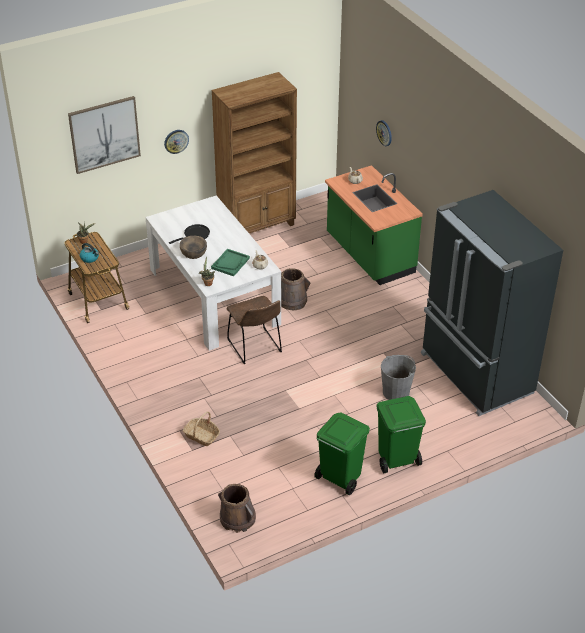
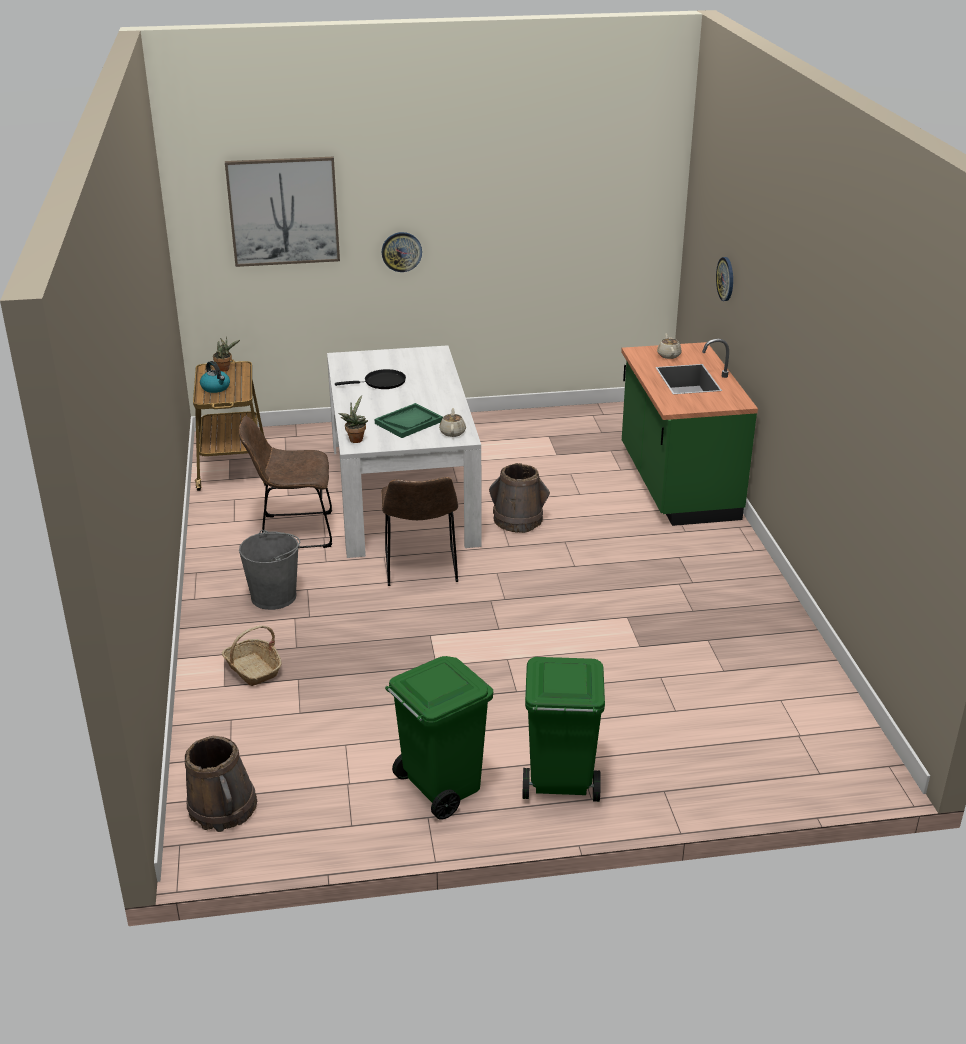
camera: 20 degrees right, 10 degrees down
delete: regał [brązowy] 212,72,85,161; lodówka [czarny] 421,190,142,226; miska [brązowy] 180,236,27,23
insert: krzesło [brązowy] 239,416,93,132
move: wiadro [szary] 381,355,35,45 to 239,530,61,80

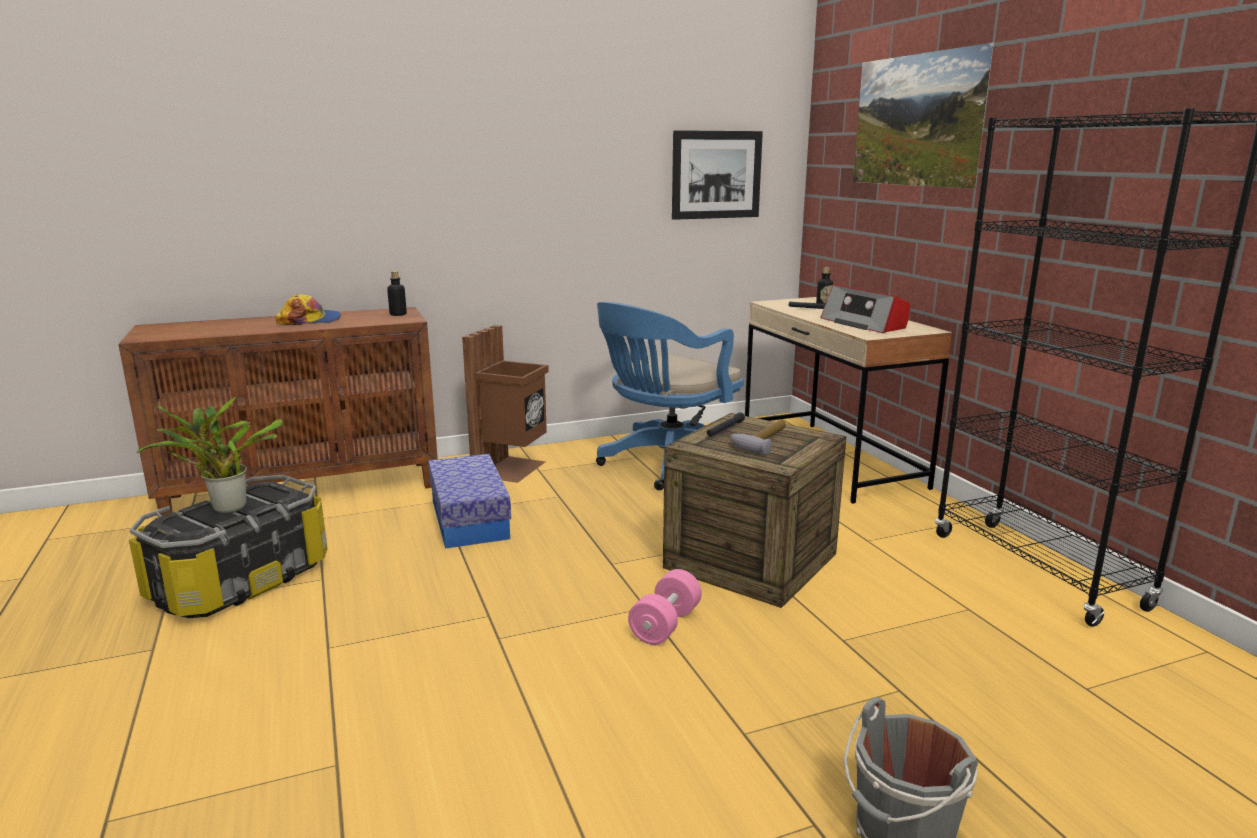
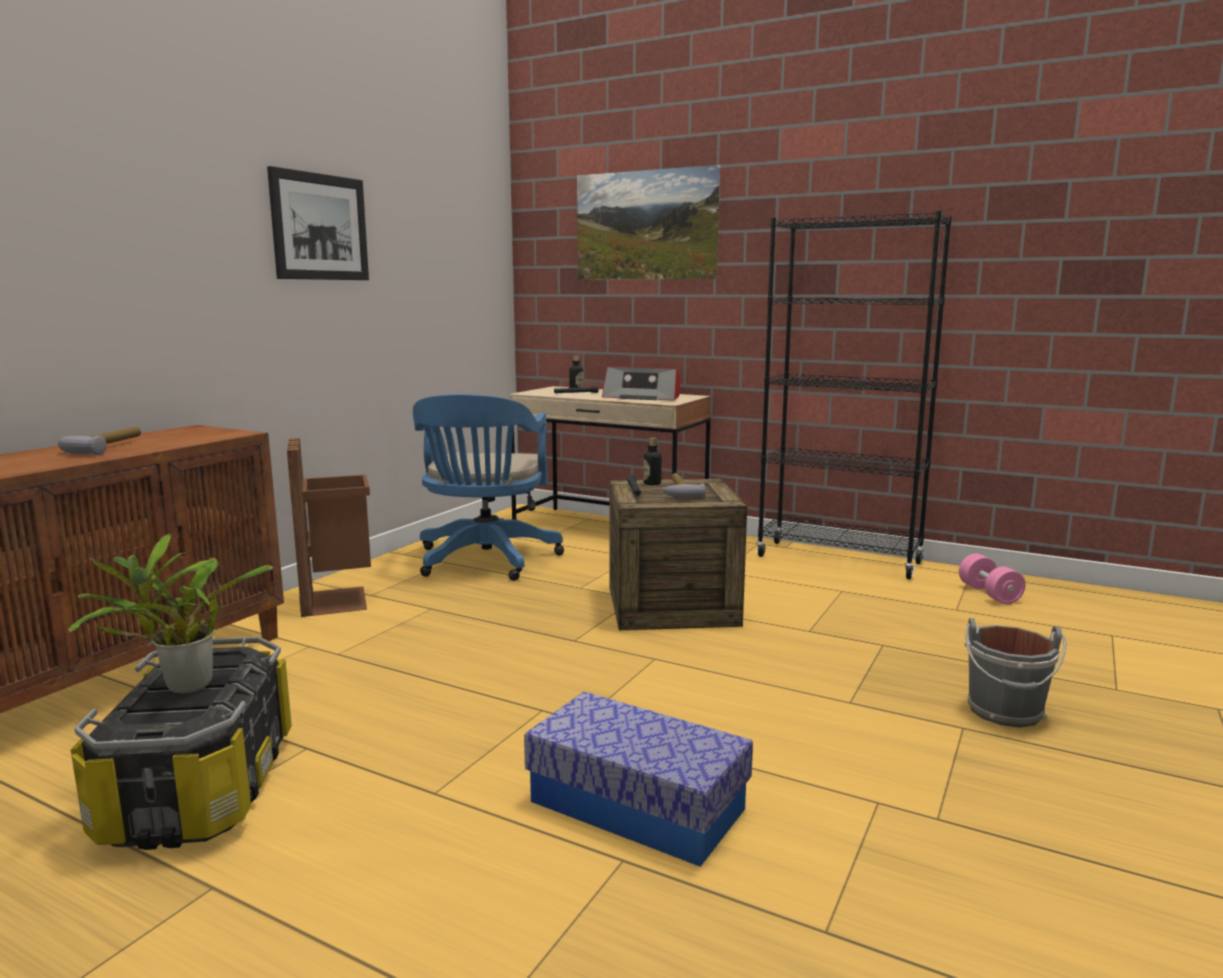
camera: 40 degrees left, 5 degrees down
move: obraz 672,130,91,90 to 267,166,102,114; butelka 387,271,20,45 to 643,438,19,47; pojemnik do przechowywania 428,454,83,95 to 524,691,229,176; hantel [różowy] 628,569,74,76 to 959,553,66,51
replace: czapka z daszkiem 275,294,66,31 to młotek 58,426,83,29

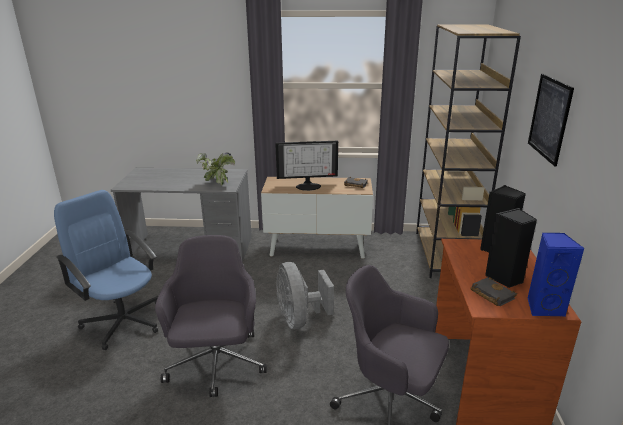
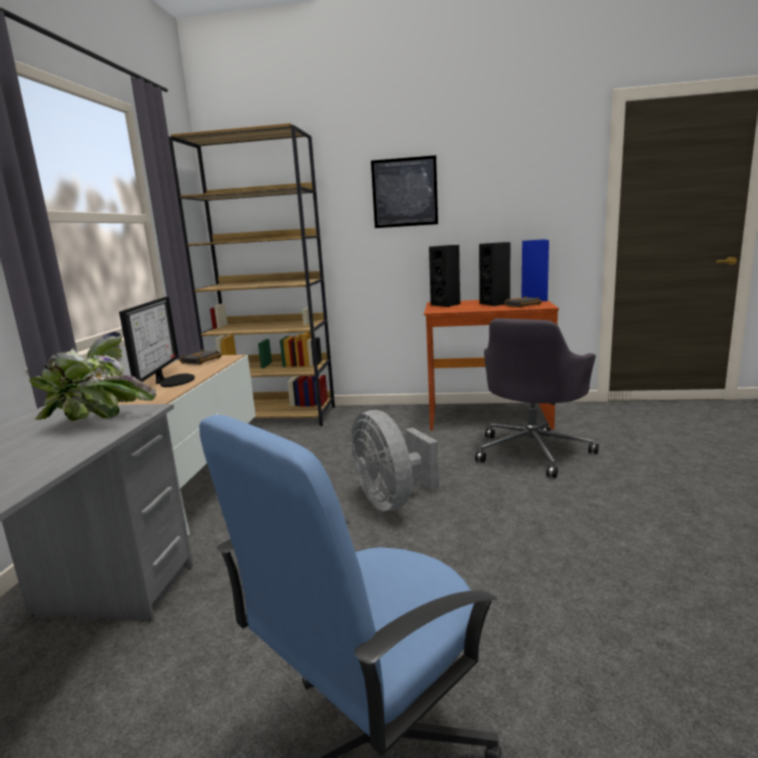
camera: 85 degrees left, 10 degrees down
delete: krzesło biurowe [szary] 155,235,112,162
rotate: wentylator [szary] 276,262,58,67 = 351,410,88,101 75 degrees clockwise

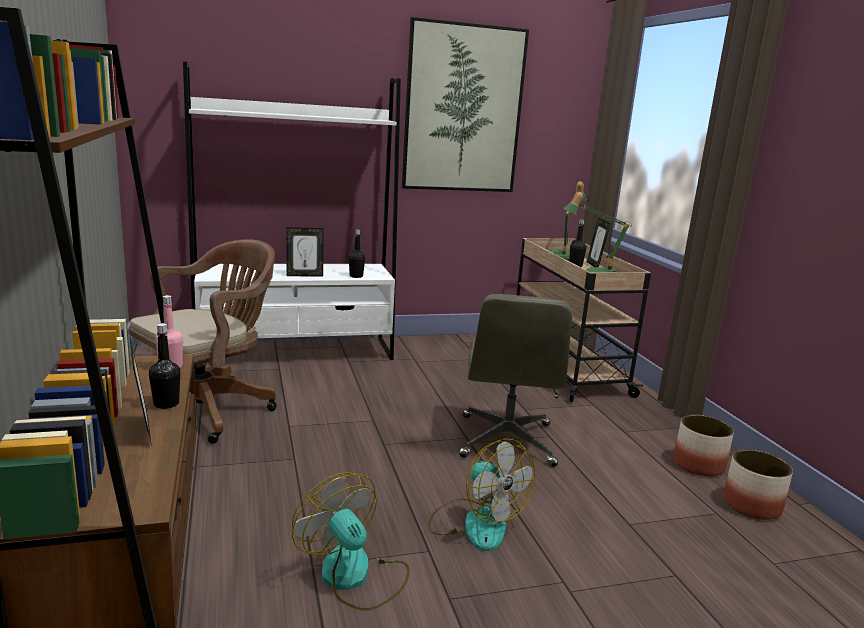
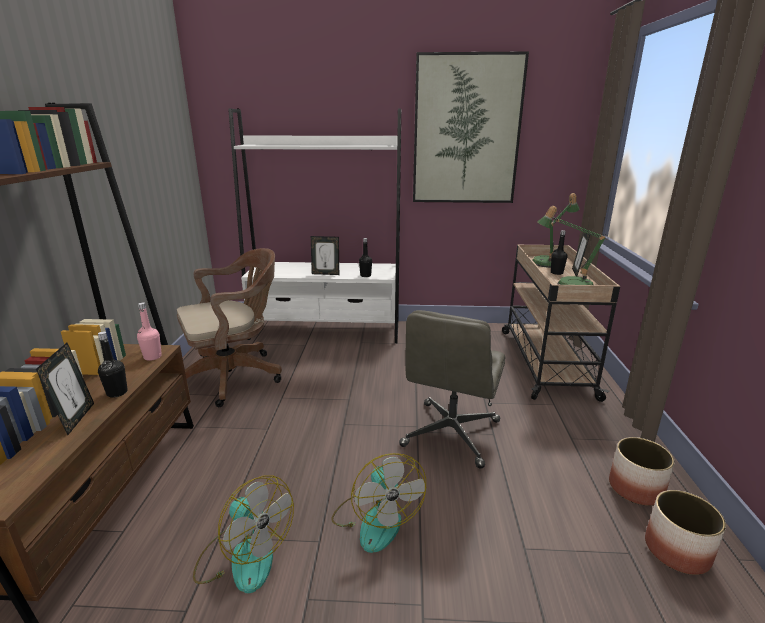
camera: 20 degrees right, 5 degrees up
rotate: wentylator 292,472,118,139 = 193,475,101,118 150 degrees clockwise

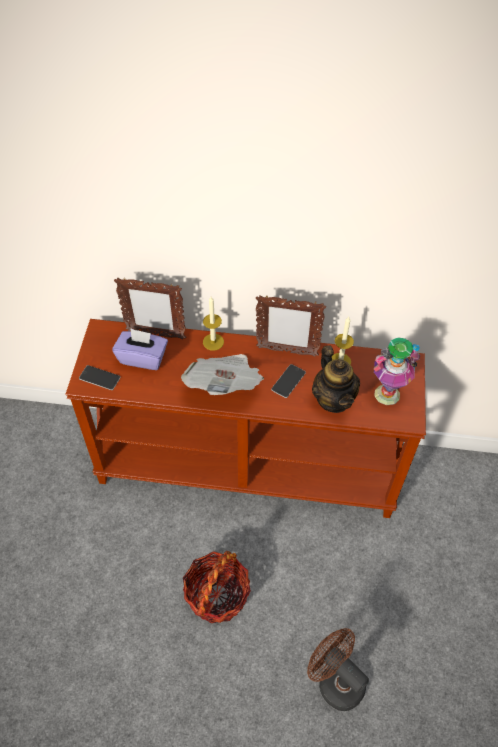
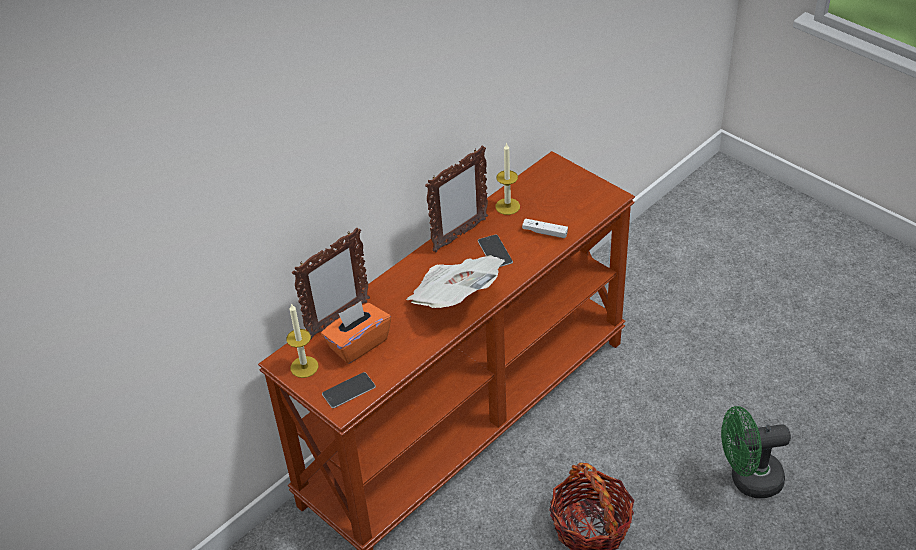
camera: 50 degrees left, 10 degrees down
delete: wazon 374,338,46,67
move: świeca 203,297,21,54 to 286,303,32,75
replace: imbryk 312,345,48,68 to pad do gier [biały] 522,218,46,20
recolor: pudełko chusteczek [fioletowy] 112,328,56,42 to pudełko chusteczek [pomarańczowy] 321,301,70,63; wentylator [brązowy] 307,628,62,83 to wentylator [zielony] 721,406,70,92

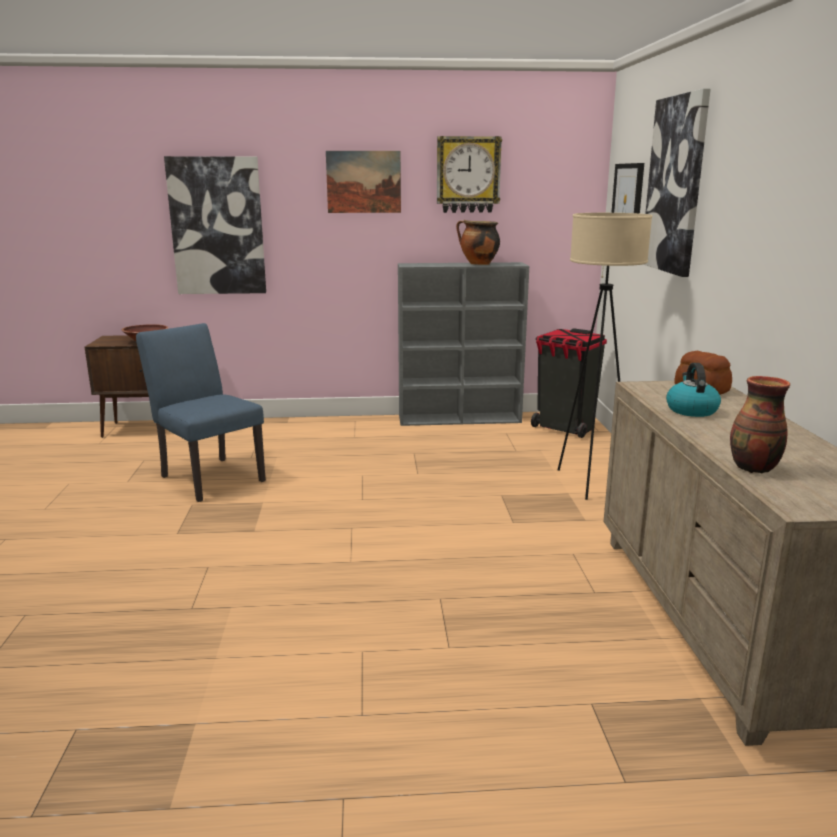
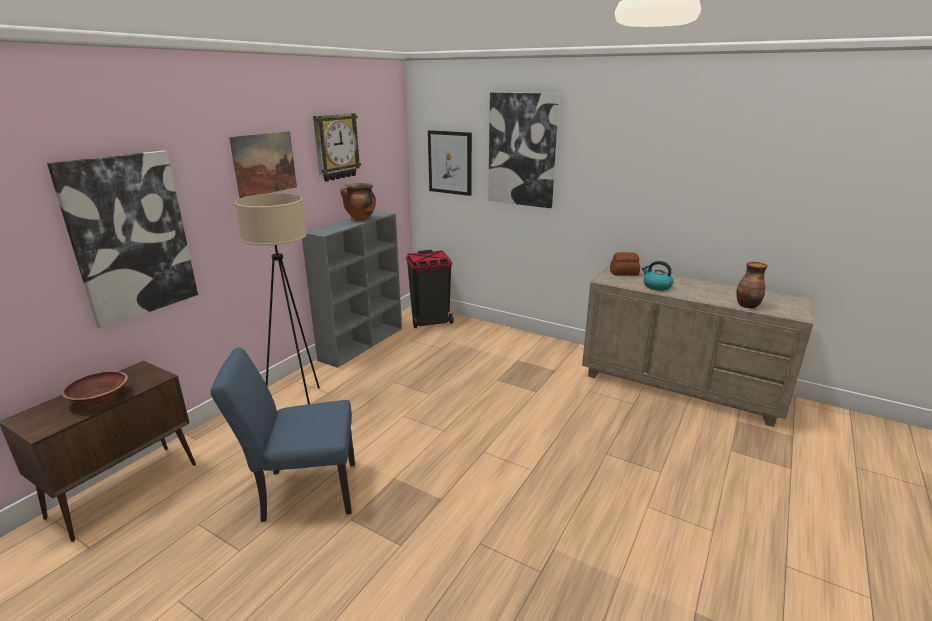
camera: 55 degrees left, 5 degrees up
move: lampa stojąca [beżowy] 558,213,94,287 to 235,193,85,211

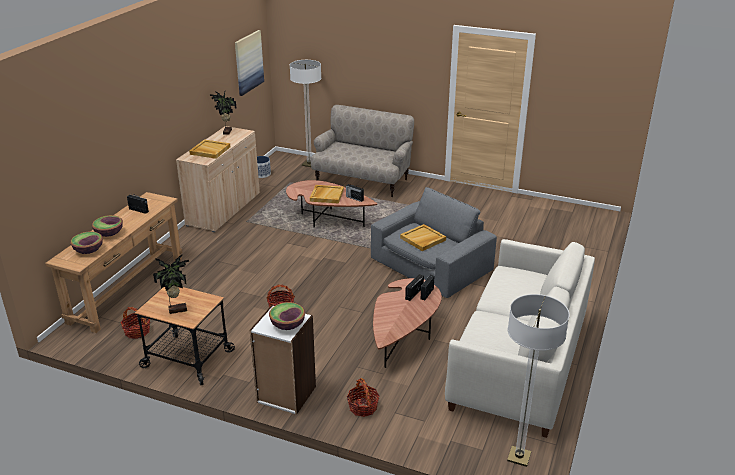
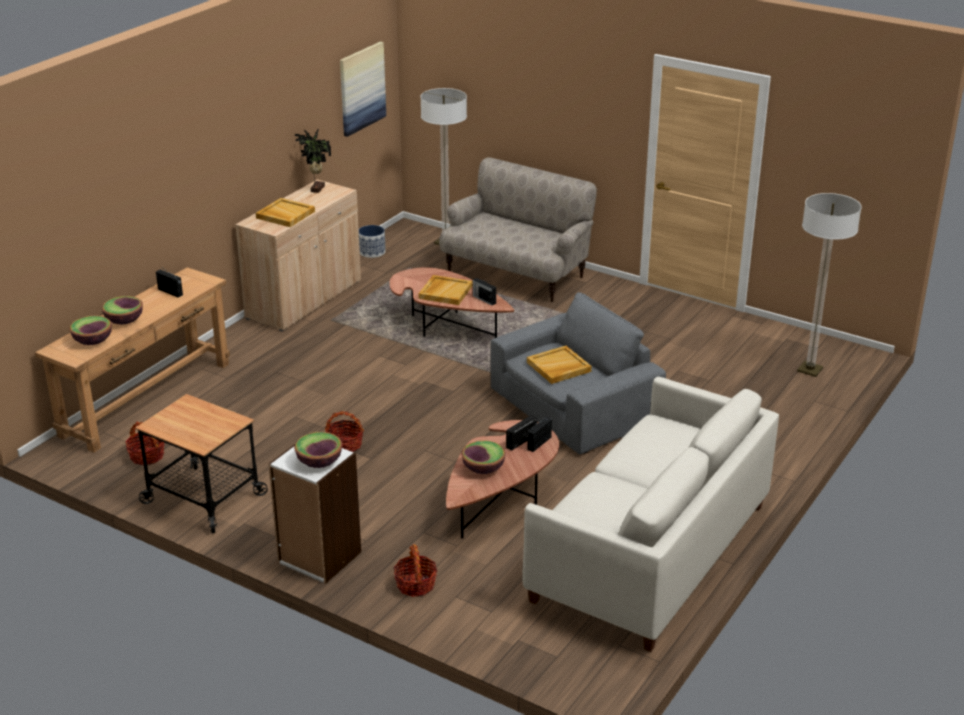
camera: 10 degrees right, 0 degrees up
delete: roślina doniczkowa 153,254,36,60
insert: miska 461,440,45,34
move: lampa stojąca 507,294,63,173 to 797,193,65,184

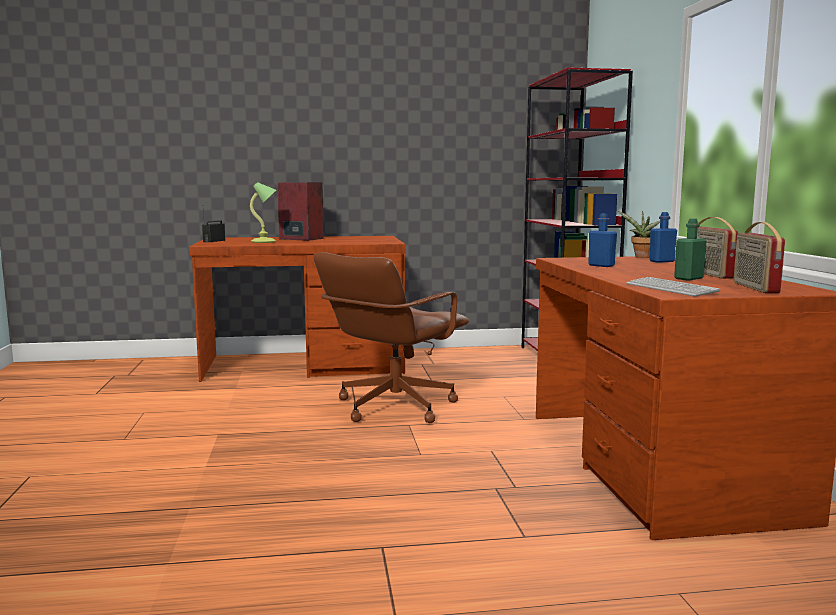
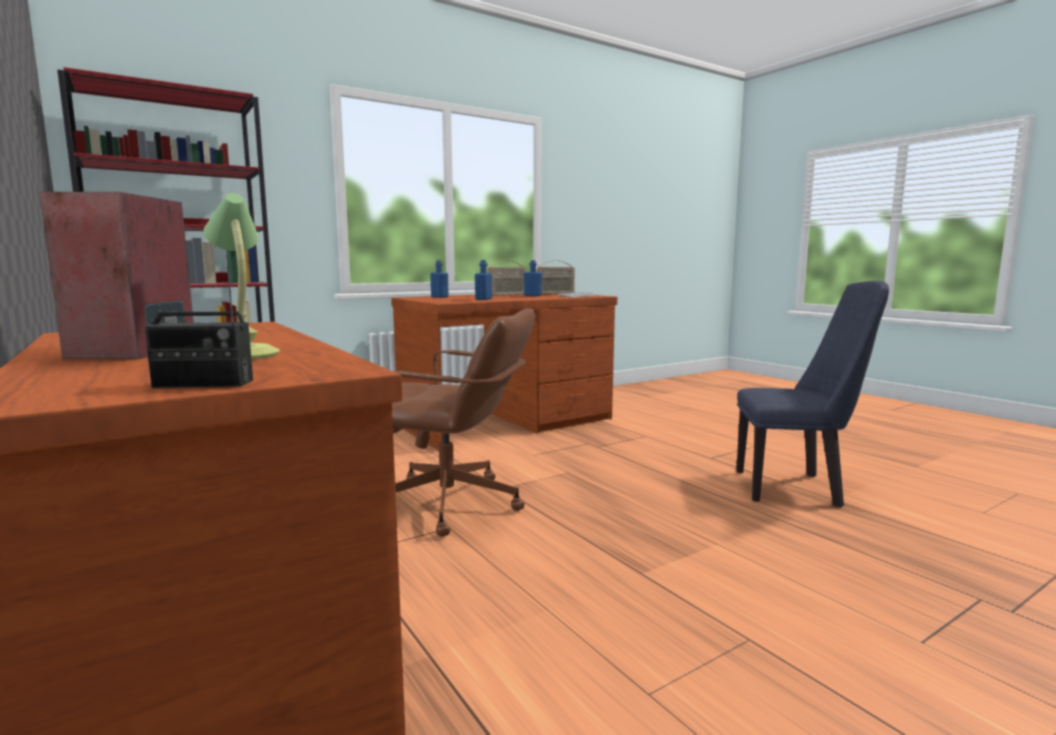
camera: 115 degrees left, 0 degrees up
delete: roślina doniczkowa 618,211,42,47
insert: krzesło [niebieski] 736,281,153,227
recolor: butelka [zielony] 674,218,32,63 to butelka [niebieski] 524,260,18,36

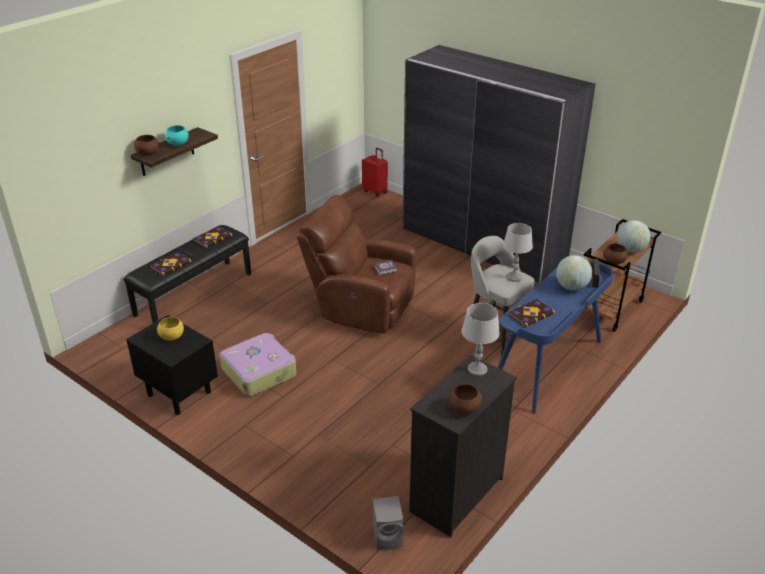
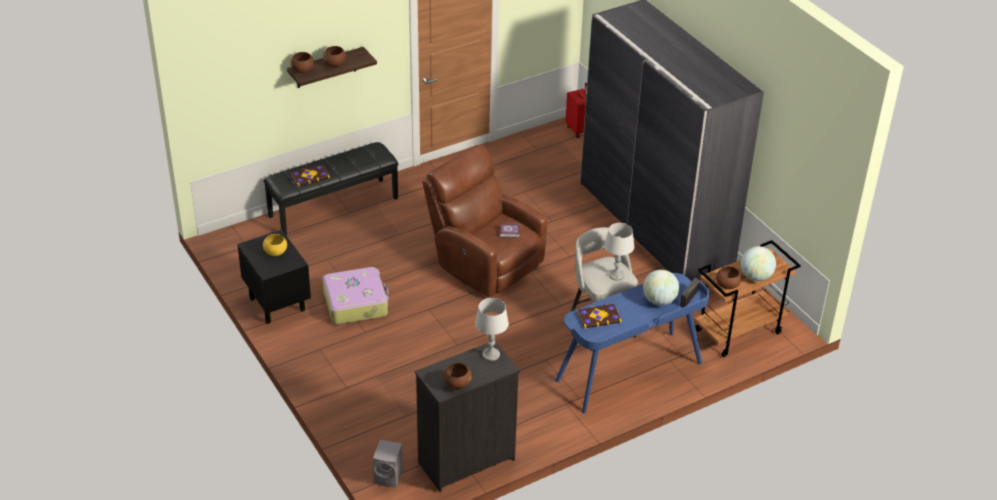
camera: 20 degrees right, 5 degrees up
delete: książka 193,226,39,22
recolor: miska [turkusowy] 165,125,24,21 to miska [brązowy] 323,46,23,21

